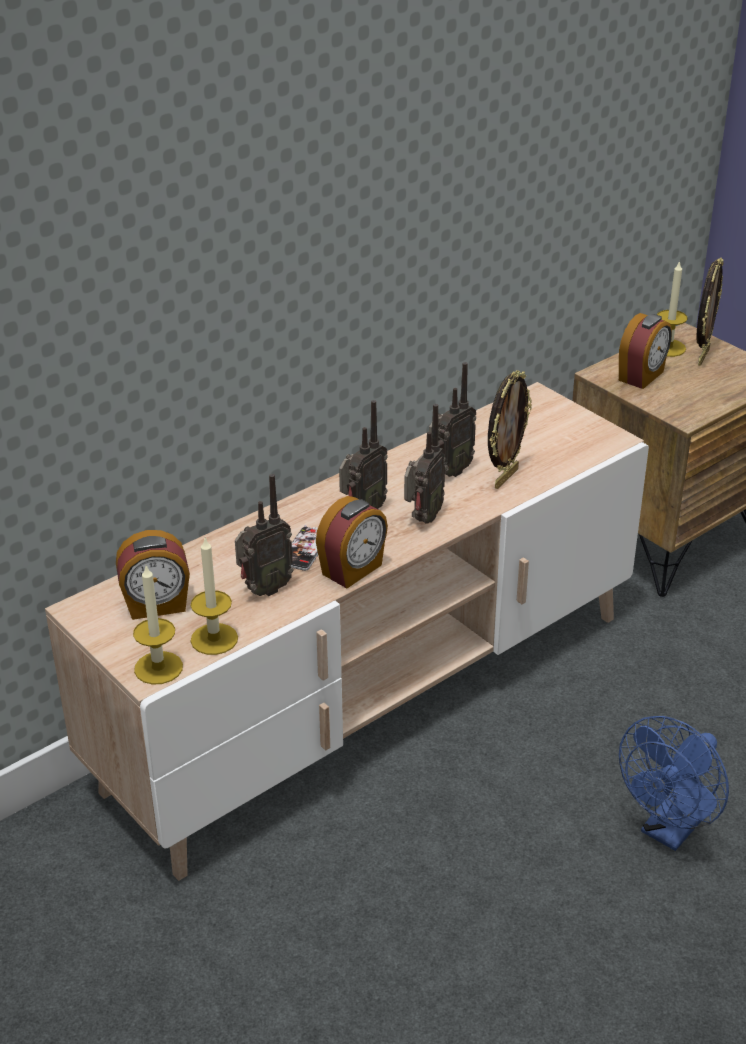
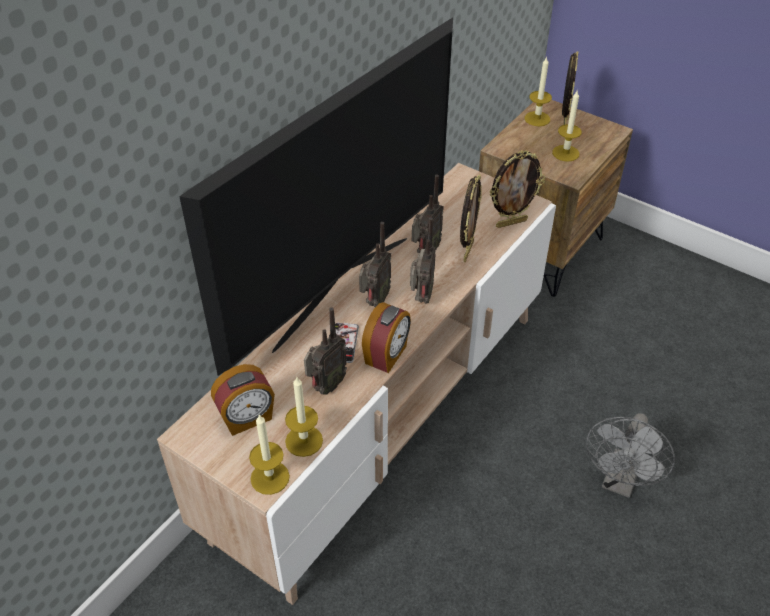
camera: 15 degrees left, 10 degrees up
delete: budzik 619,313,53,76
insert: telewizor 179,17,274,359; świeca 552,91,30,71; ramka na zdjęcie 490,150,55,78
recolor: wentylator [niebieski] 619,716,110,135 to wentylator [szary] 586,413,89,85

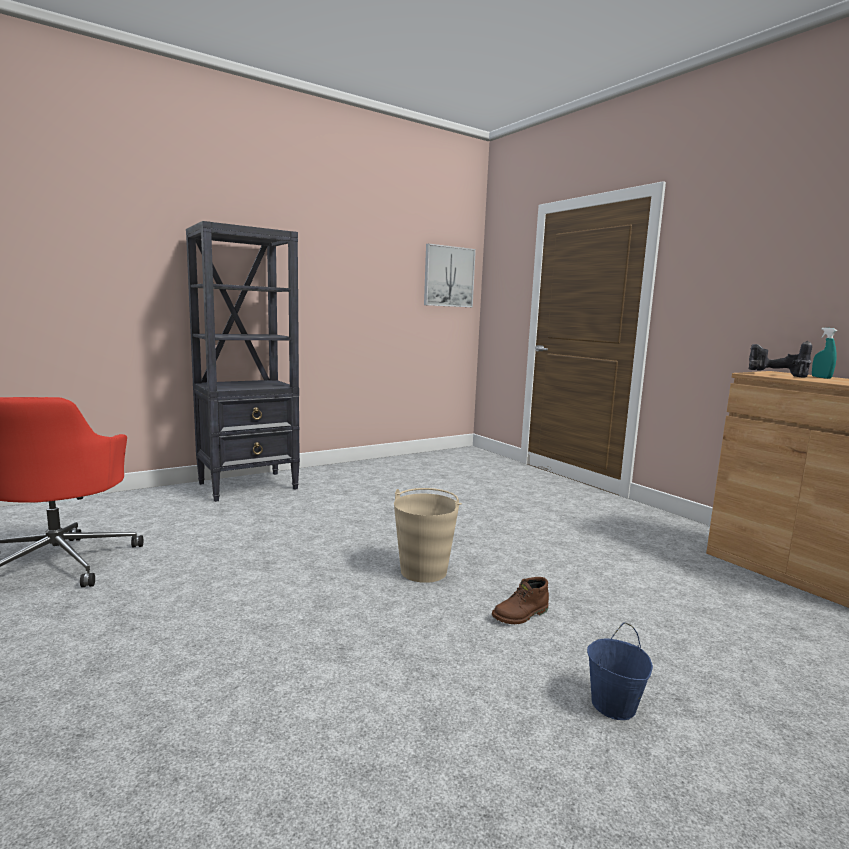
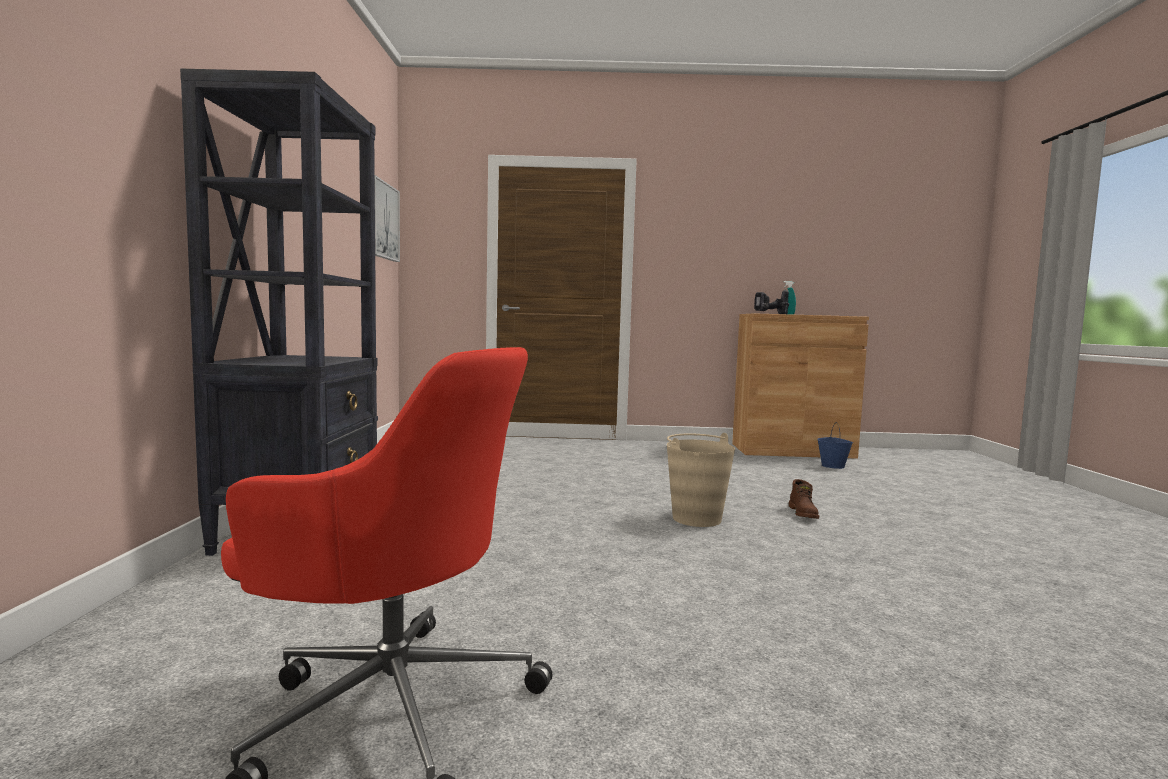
camera: 55 degrees left, 5 degrees down
move: wiadro [niebieski] 587,623,66,97 to 817,422,36,47

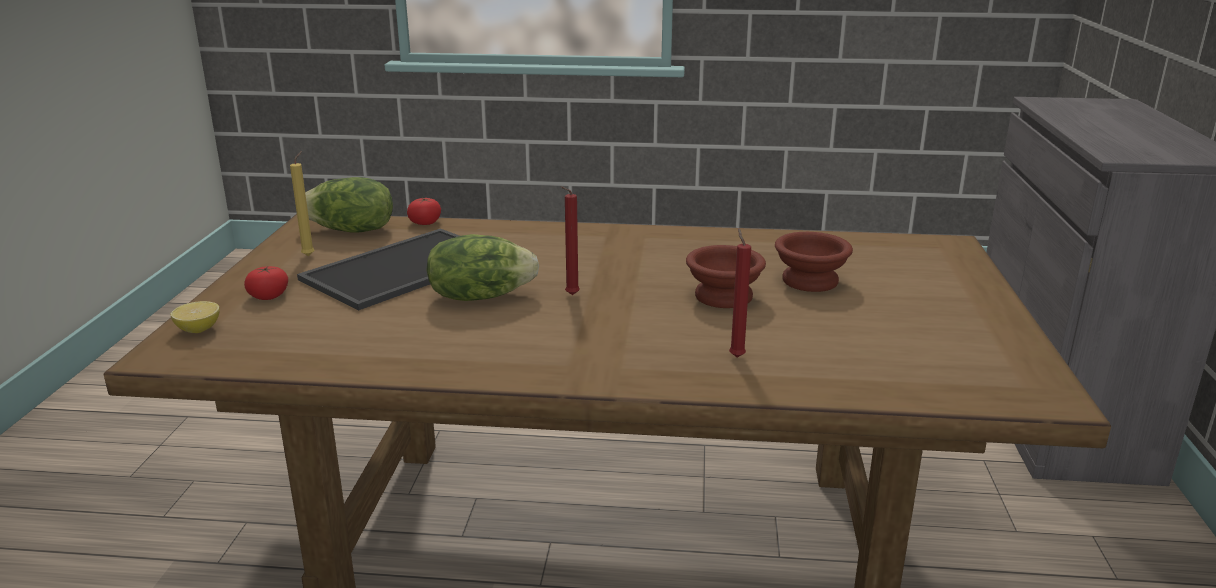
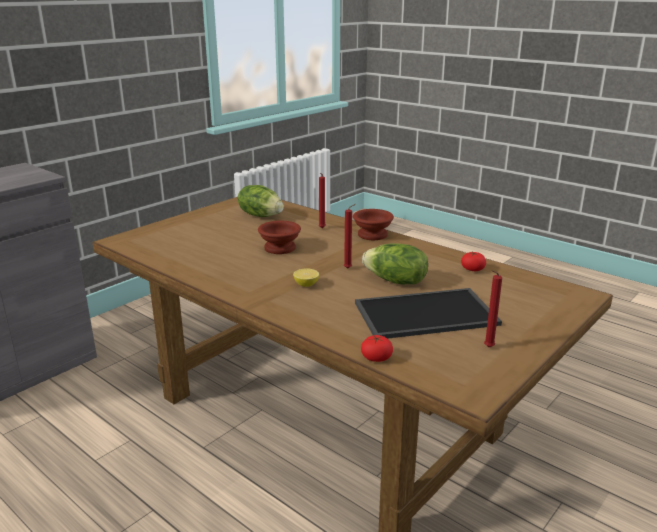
camera: 145 degrees left, 0 degrees up
move: sałata 305,177,88,56 to 238,185,46,32; miska [brązowy] 775,232,78,60 to 353,209,41,31; pomidor 244,266,44,34 to 461,252,25,19; cytryna 171,301,49,32 to 293,268,26,19
recolor: świeca [żółty] 290,151,24,105 to świeca [czerwony] 484,270,18,77

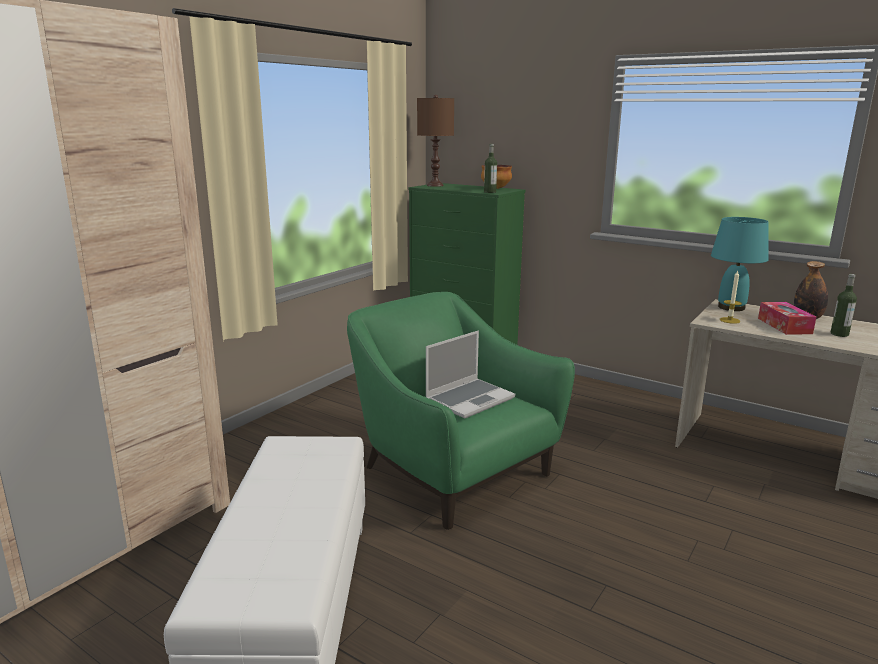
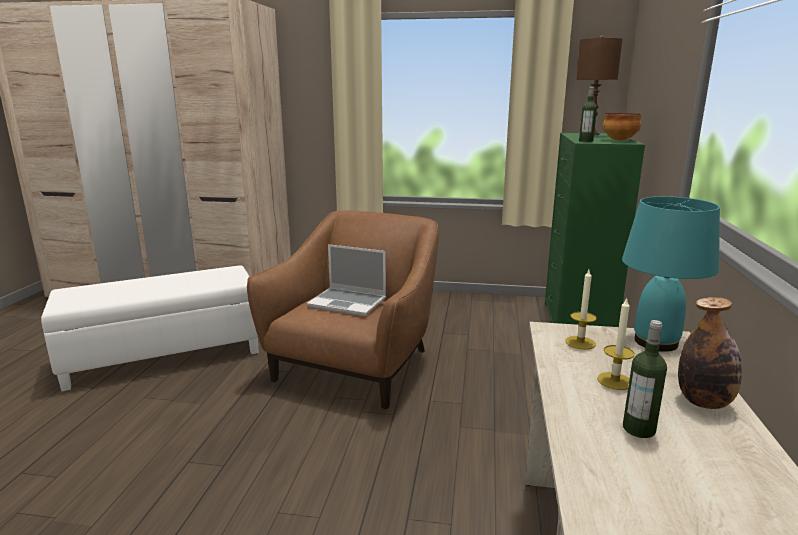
camera: 65 degrees right, 0 degrees up
replace: pudełko chusteczek 758,302,58,33 to świeca 597,298,38,92
recolor: fotel [zielony] 347,292,228,238 to fotel [brązowy] 247,210,192,199

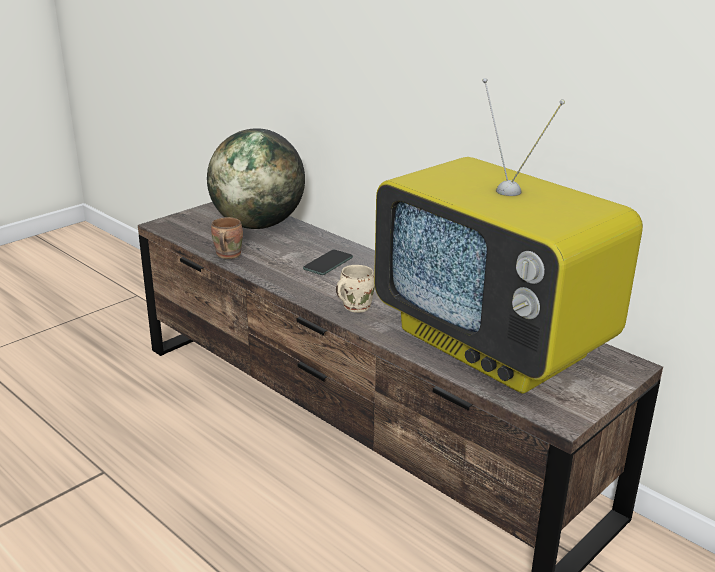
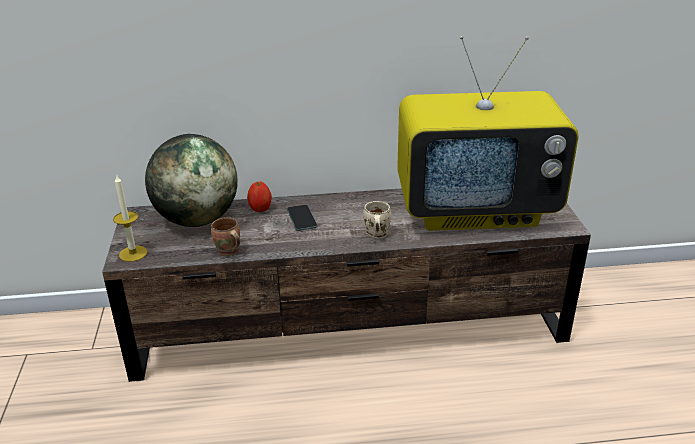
camera: 50 degrees left, 5 degrees up
insert: świeca 113,174,35,88; jabłko 247,182,25,30

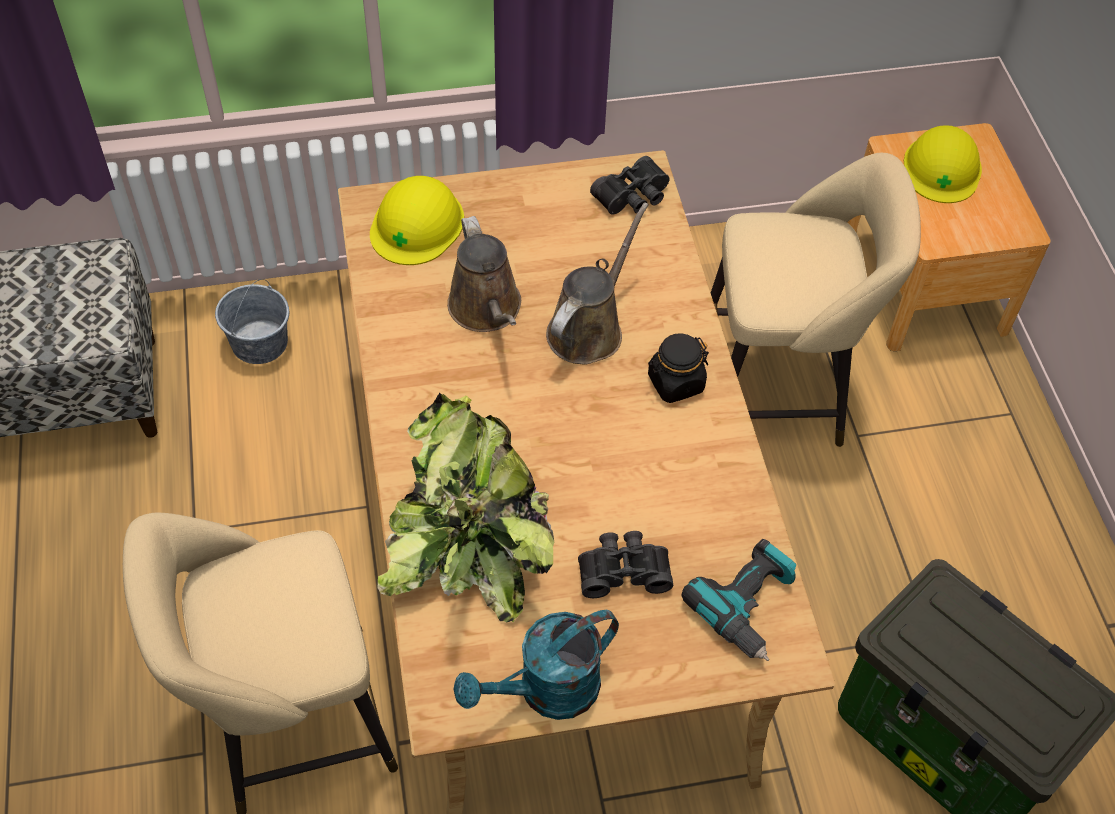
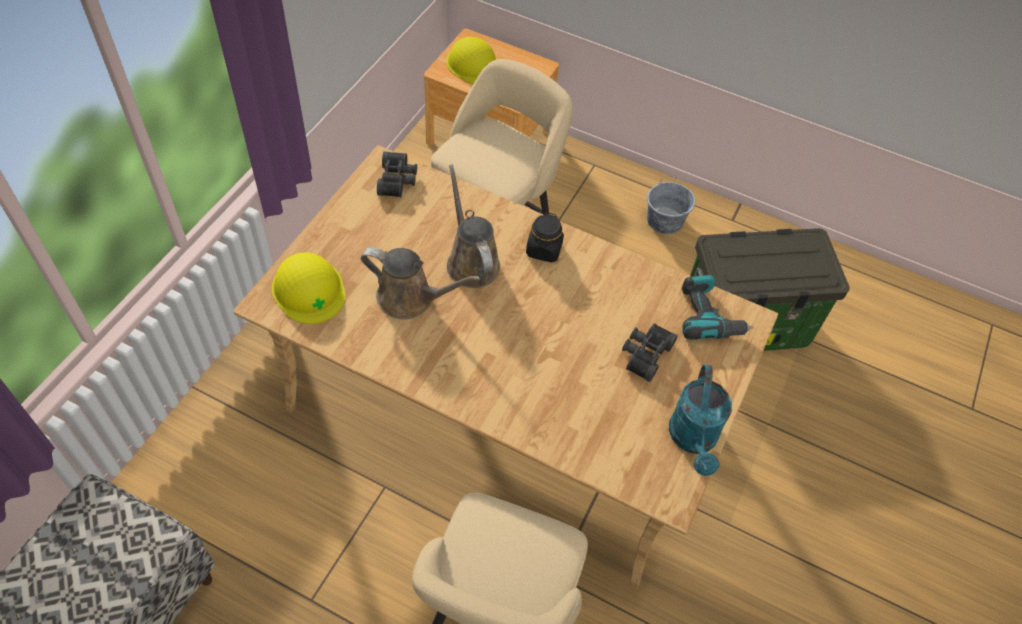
camera: 55 degrees left, 0 degrees up
delete: roślina doniczkowa 377,393,177,229
move: wiadro [szary] 215,279,74,85 to 647,176,49,58

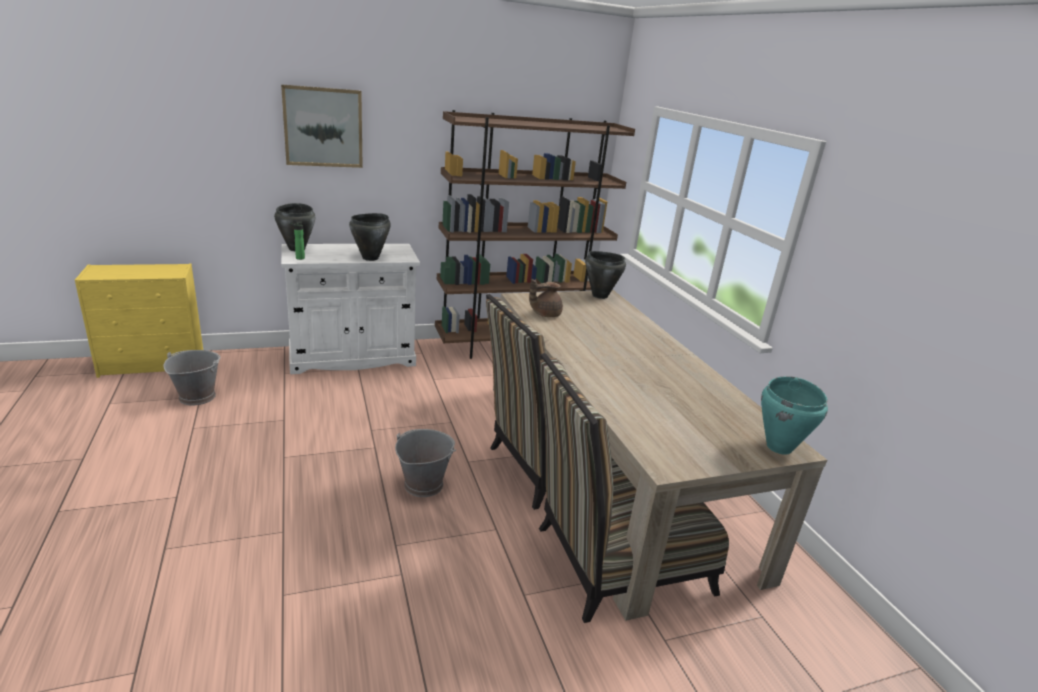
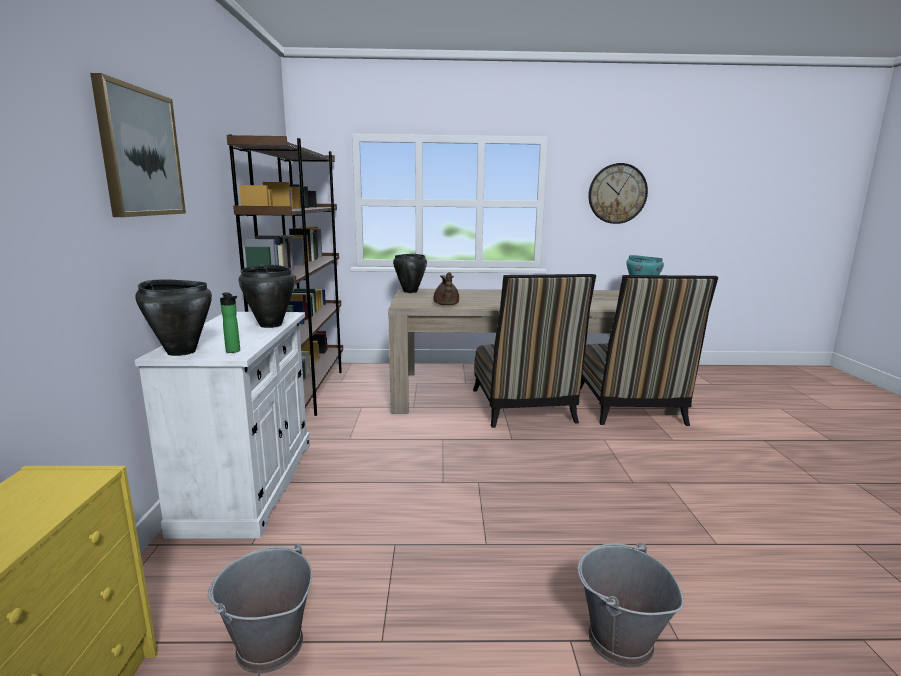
camera: 70 degrees left, 10 degrees down
insert: zegar ścienny 588,163,60,61
move: wiadro [szary] 395,429,61,68 to 578,542,106,126

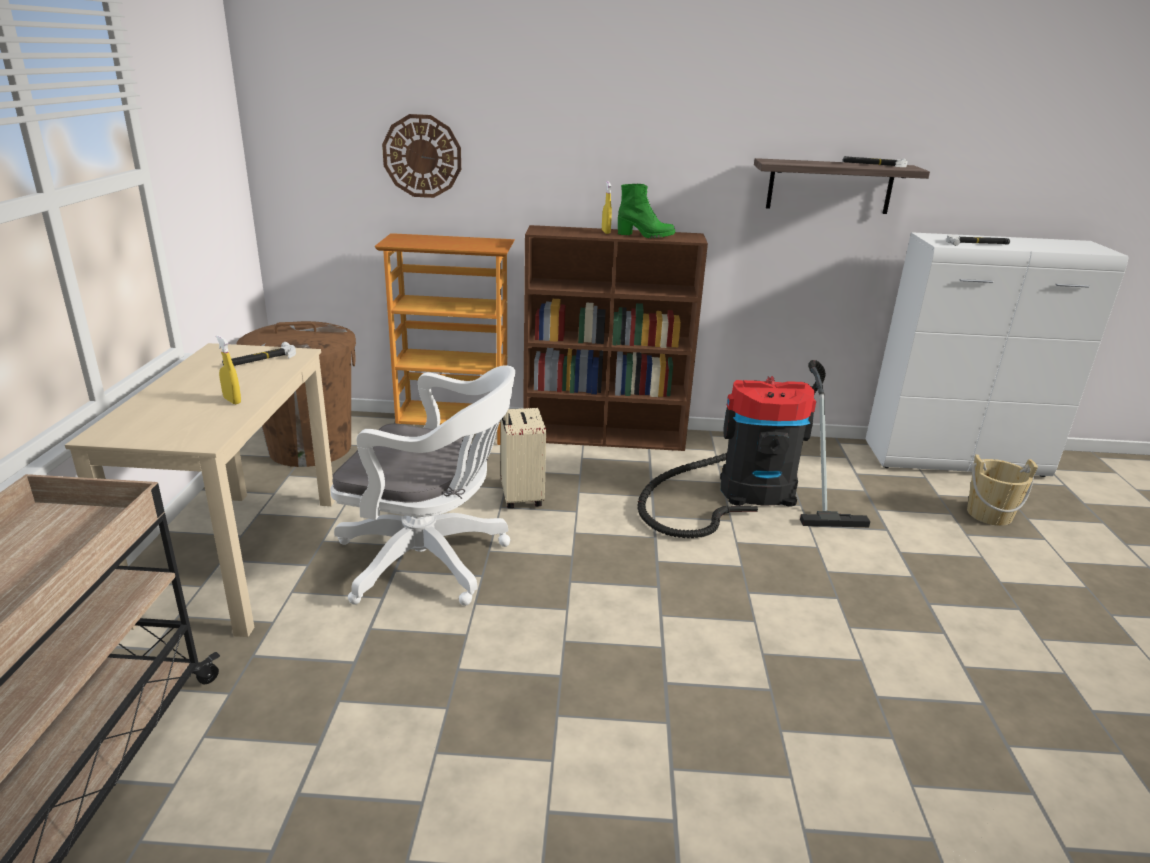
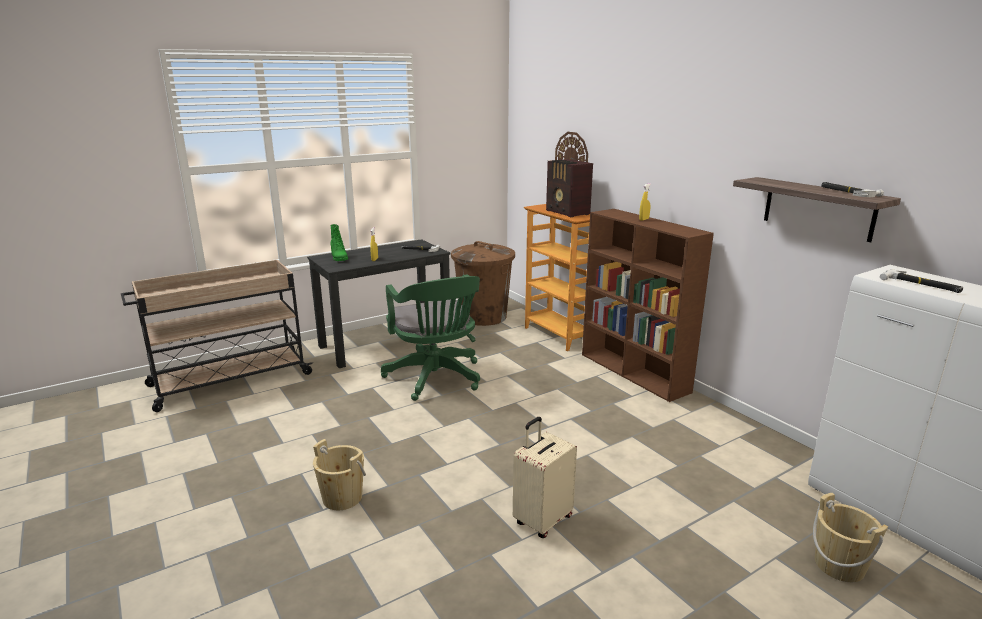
camera: 55 degrees right, 5 degrees down
delete: odkurzacz 637,360,233,178
insert: radio 546,159,47,58; wiadro [beżowy] 313,439,53,71
move: but z cholewką [zielony] 618,184,57,54 to 330,224,18,37; walizka [beżowy] 500,408,46,100 to 513,417,64,121
recolor: biurko [beżowy] 65,343,270,294 to biurko [czarny] 307,239,143,129; krzesło biurowe [biały] 330,365,185,241 to krzesło biurowe [zielony] 381,274,99,127

